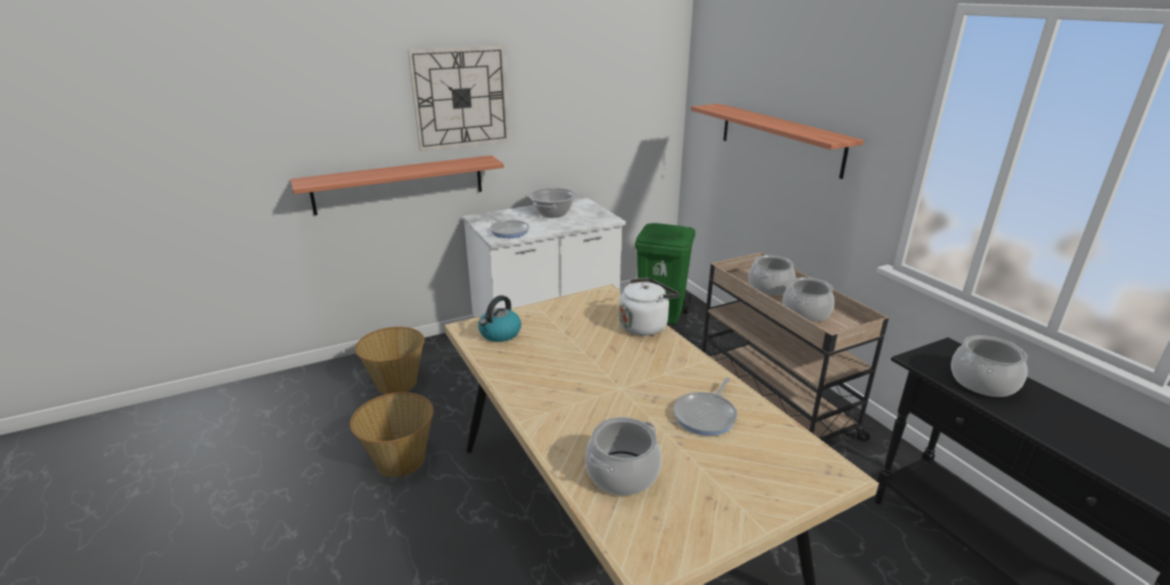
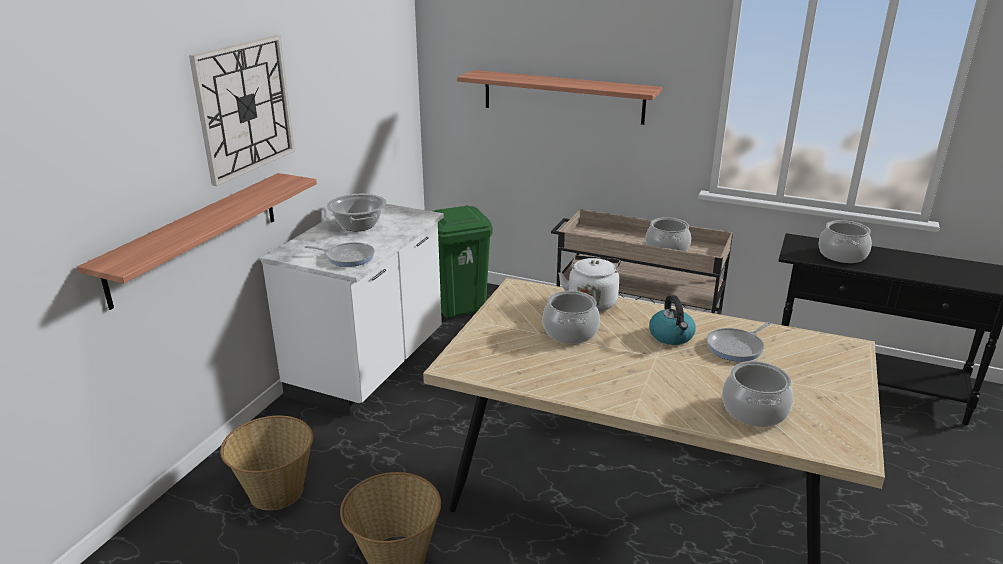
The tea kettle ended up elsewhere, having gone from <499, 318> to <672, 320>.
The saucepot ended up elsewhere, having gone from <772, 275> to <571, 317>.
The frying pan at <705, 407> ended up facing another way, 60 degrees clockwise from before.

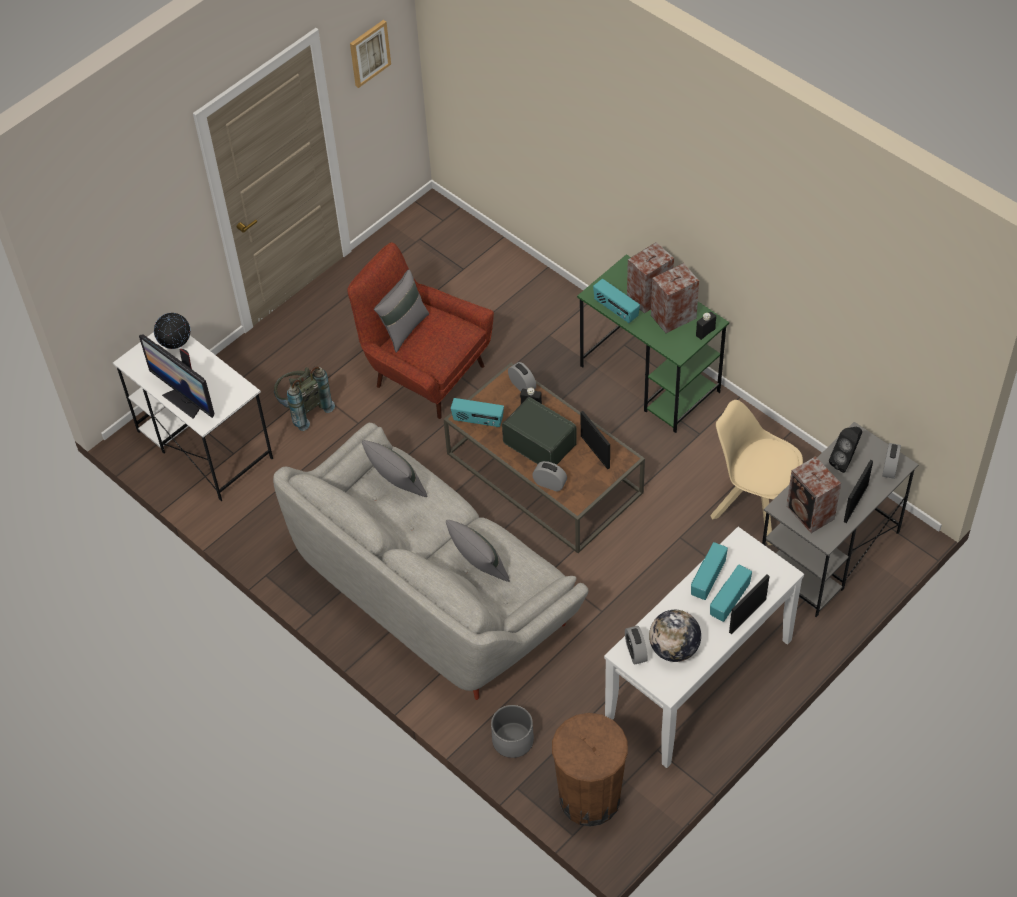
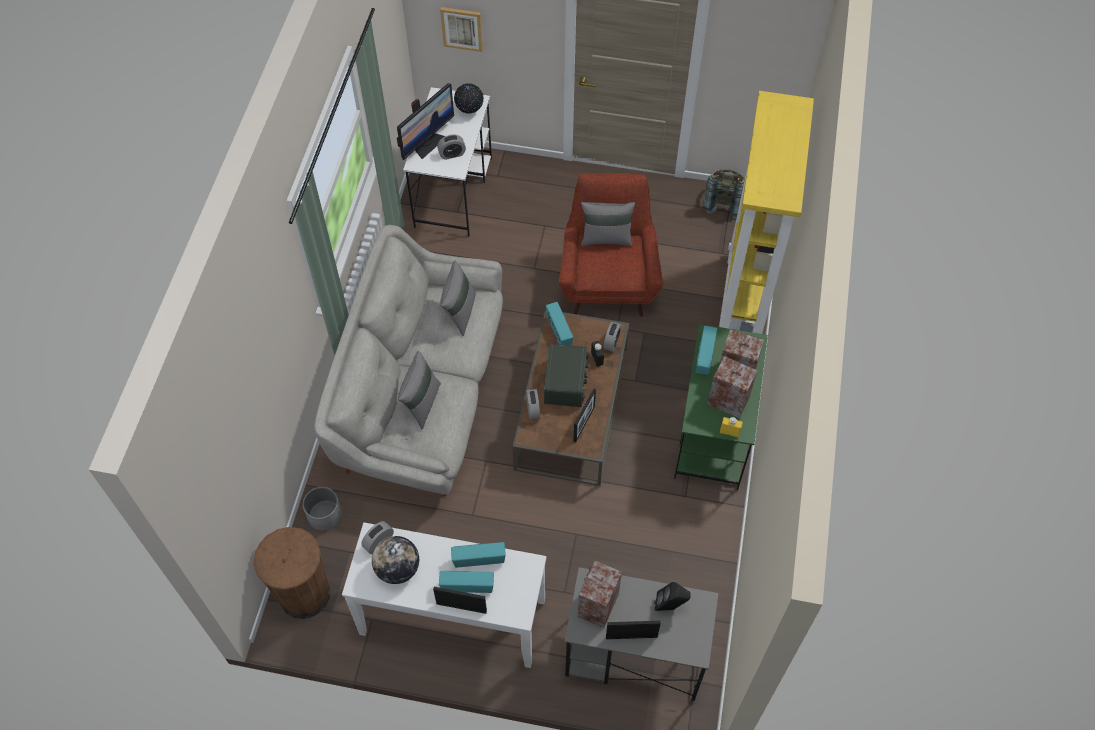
The second view lost the plain chair in beige at <756, 472>.
The second view gained the shelving unit in yellowish at <766, 212>.
The backpack in gray ended up elsewhere, having gone from <304, 398> to <724, 194>.
The picture ended up elsewhere, having gone from <370, 54> to <461, 29>.
The bedside clock ended up elsewhere, having gone from <891, 461> to <451, 147>.
What was the drink bottle in black at <706, 326> turned into the drink bottle in yellowish at <731, 427>.
The computer screen at <176, 376> ended up facing another way, 150 degrees counterclockwise from before.

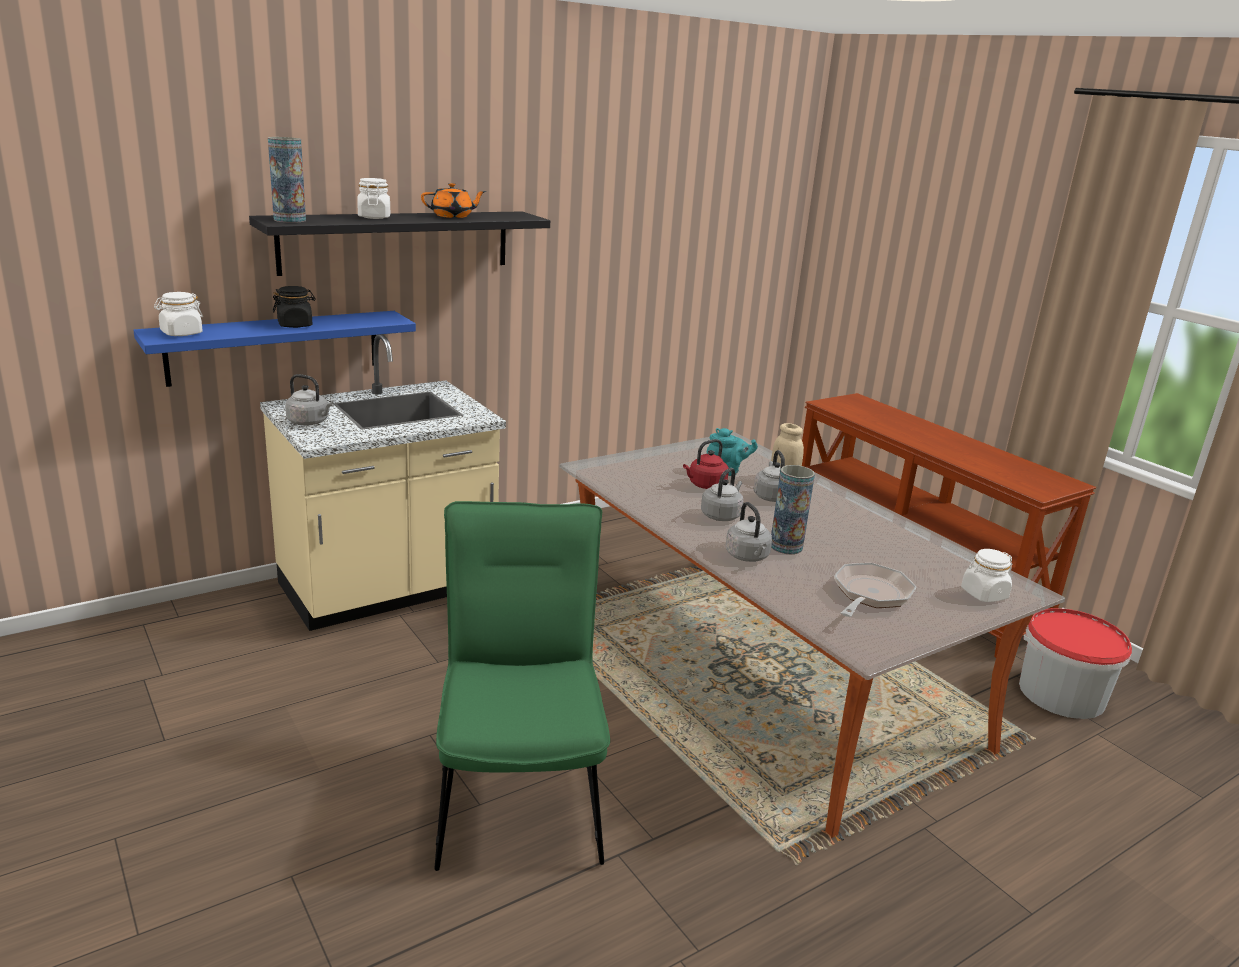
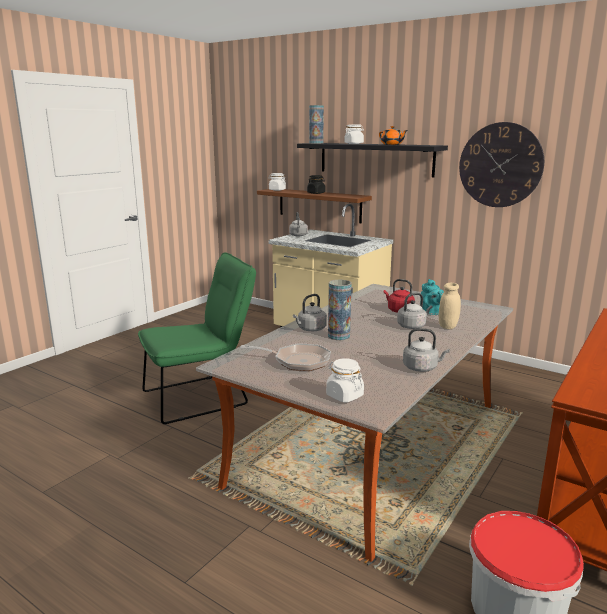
The second view gained the hanging clock at <501, 164>.
The tea kettle in gray ended up elsewhere, having gone from <722, 494> to <426, 350>.
What was the shelf in blue at <274, 349> turned into the shelf in brown at <314, 206>.

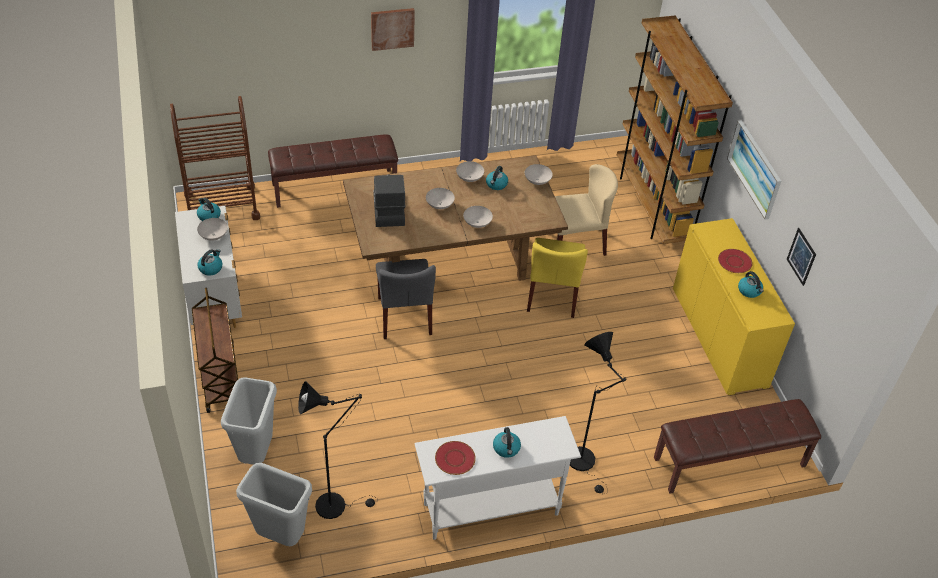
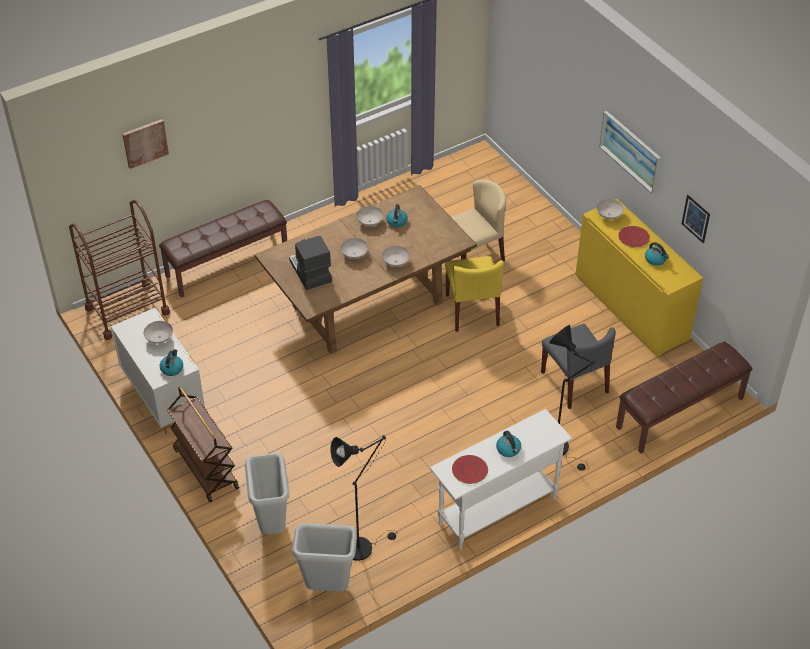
The second view lost the tea kettle at <209, 209>.
The second view lost the shelving unit in brown at <675, 130>.
The picture ended up elsewhere, having gone from <393, 29> to <146, 144>.
The plain chair in gray ended up elsewhere, having gone from <406, 299> to <578, 366>.
The serving bowl in whitish ended up elsewhere, having gone from <539, 174> to <610, 209>.

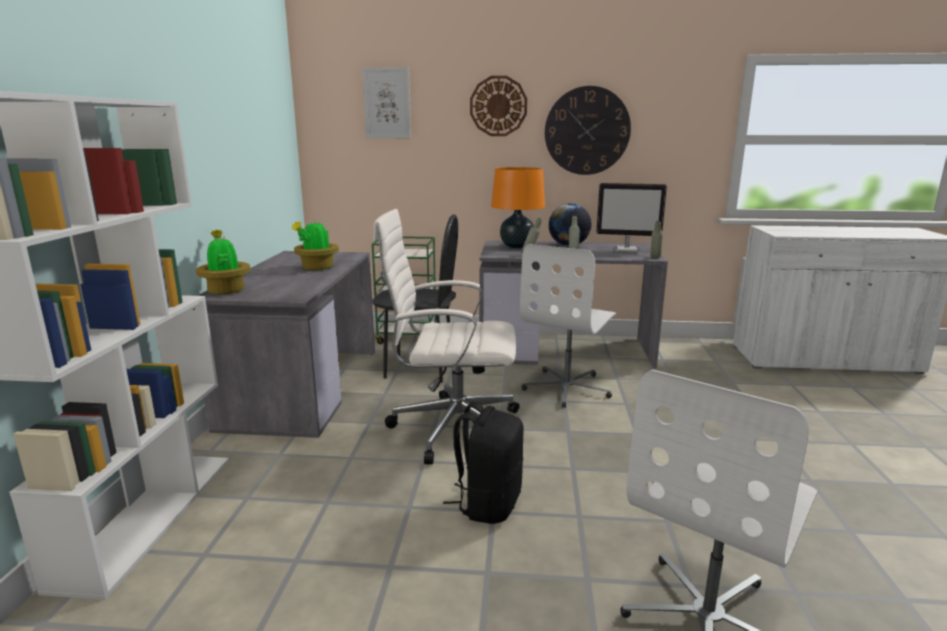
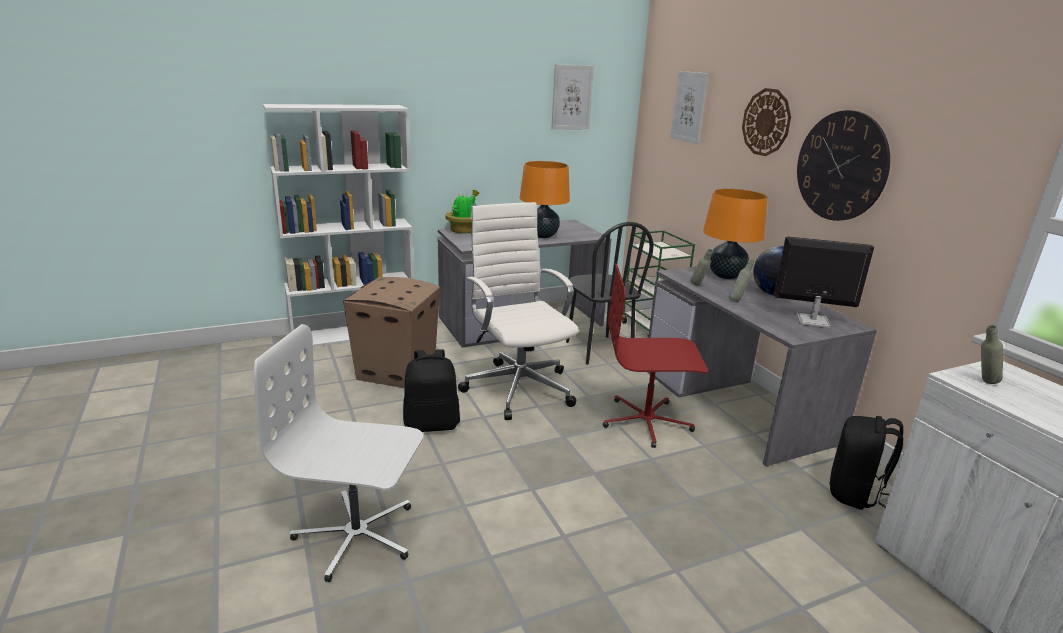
The second view gained the cardboard box at <391, 332>.
The second view gained the picture at <573, 97>.
The second view gained the backpack in black at <866, 463>.
The drink bottle in gray ended up elsewhere, having gone from <657, 239> to <992, 354>.
Where the potted plant stood at <315, 245>, the table lamp in orange-coloured came to stand at <545, 199>.
What was the computer chair in whitish at <568, 326> turned into the computer chair in reddish at <655, 356>.
The computer screen at <631, 217> ended up facing another way, 120 degrees clockwise from before.

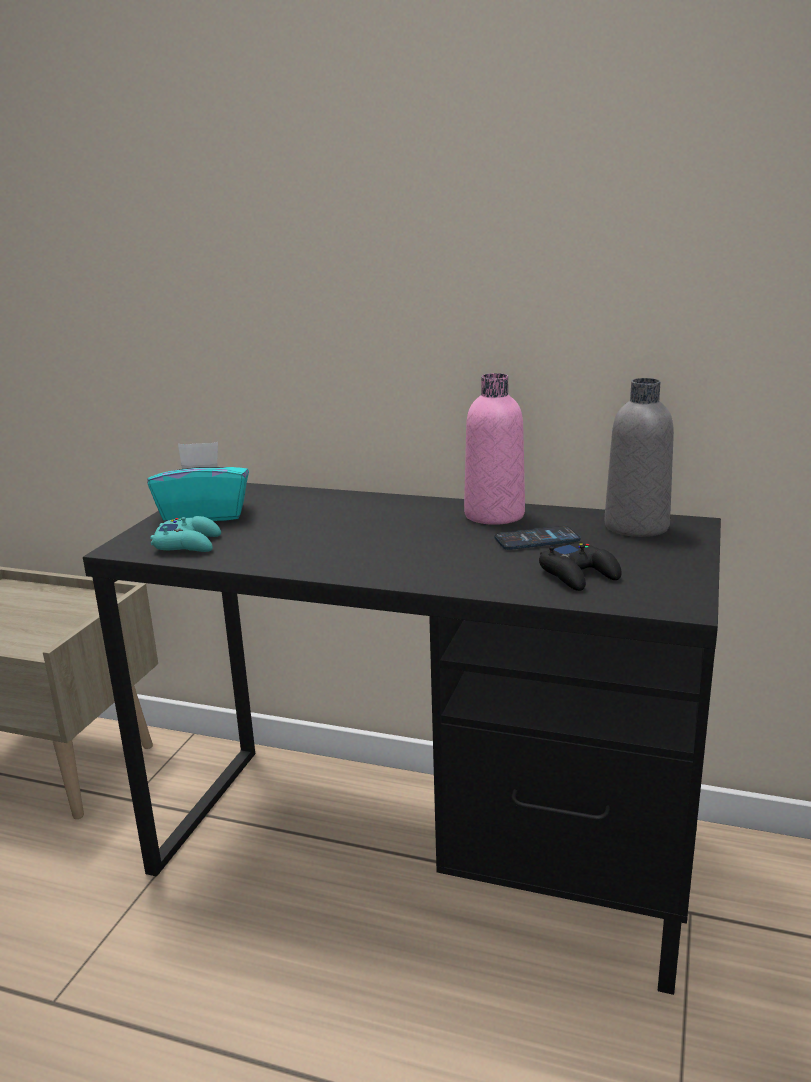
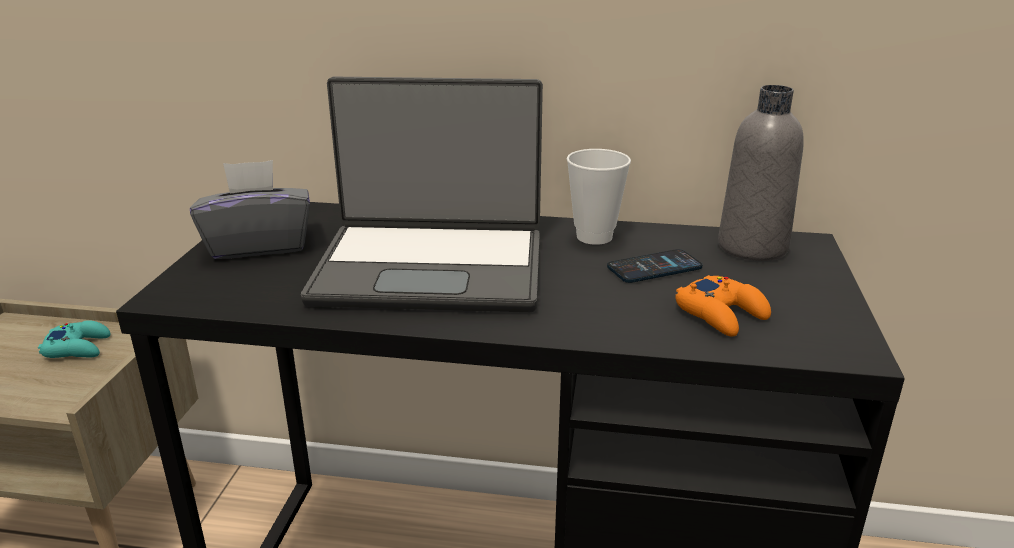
The second view gained the laptop at <422, 194>.
The gamepad in turquoise-coloured ended up elsewhere, having gone from <185, 534> to <74, 339>.
Where the drink bottle in pinkish stood at <494, 449>, the cup came to stand at <599, 197>.
What was the tissue holder in turquoise-coloured at <198, 482> turned into the tissue holder in gray at <250, 209>.
What was the gamepad in black at <580, 567> turned into the gamepad in orange-coloured at <723, 306>.

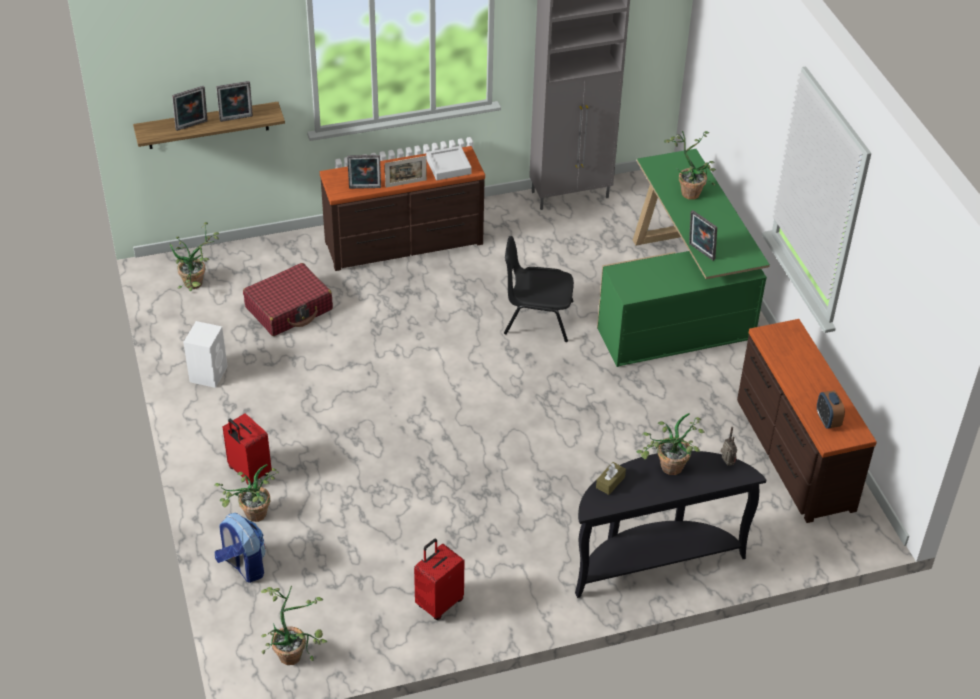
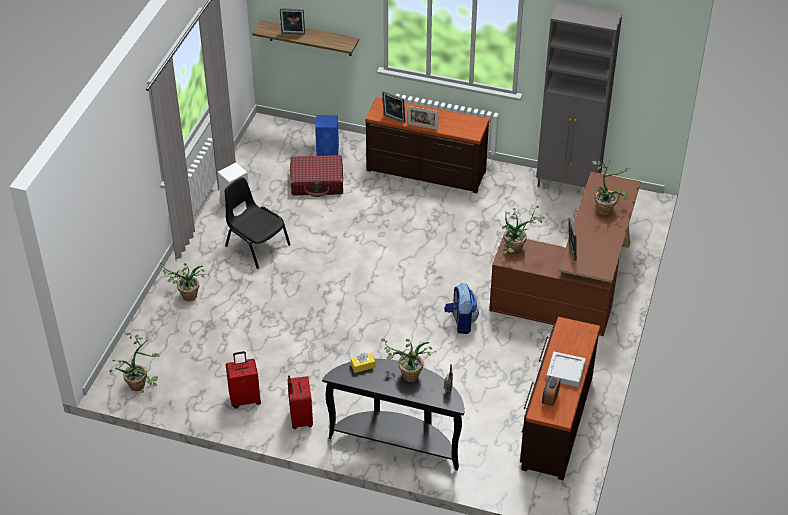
The second view lost the standing frame at <234, 101>.
The second view gained the loudspeaker in blue at <327, 135>.
The potted plant ended up elsewhere, having gone from <194, 256> to <521, 230>.
The backpack ended up elsewhere, having gone from <240, 548> to <461, 308>.
The suitcase in reddish ended up elsewhere, having gone from <247, 449> to <300, 402>.
The serving tray in gray ended up elsewhere, having gone from <449, 163> to <566, 369>.
The plain chair in black ended up elsewhere, having gone from <539, 289> to <258, 223>.
What was the tissue holder in brown at <611, 478> turned into the tissue holder in yellowish at <363, 363>.
What was the desk unit in green at <683, 258> turned into the desk unit in brown at <565, 254>.

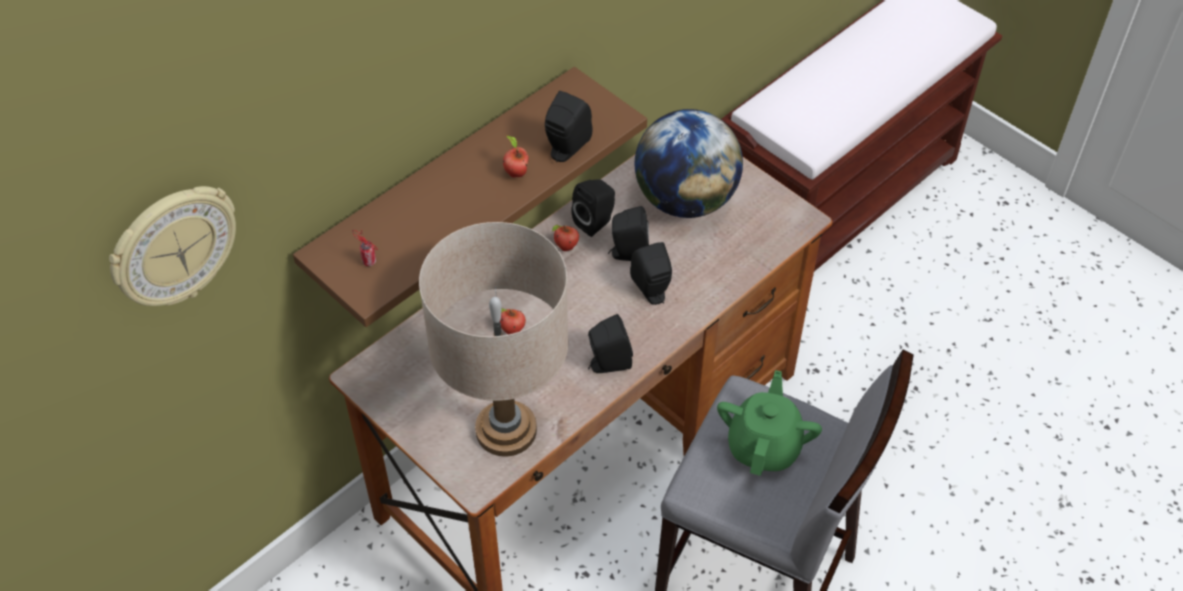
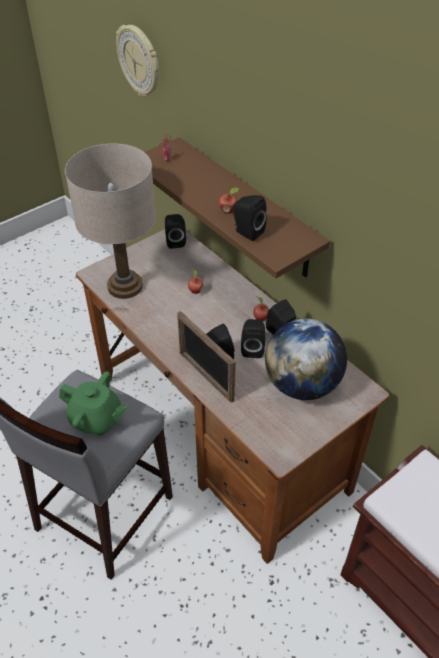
The second view gained the standing frame at <206, 357>.
The loudspeaker in black ended up elsewhere, having gone from <610, 343> to <175, 231>.

